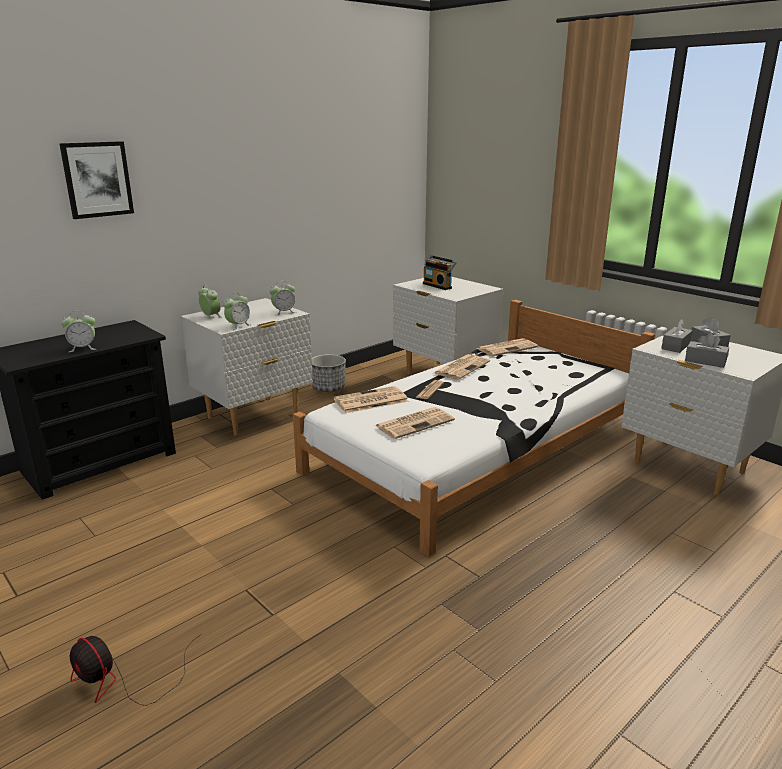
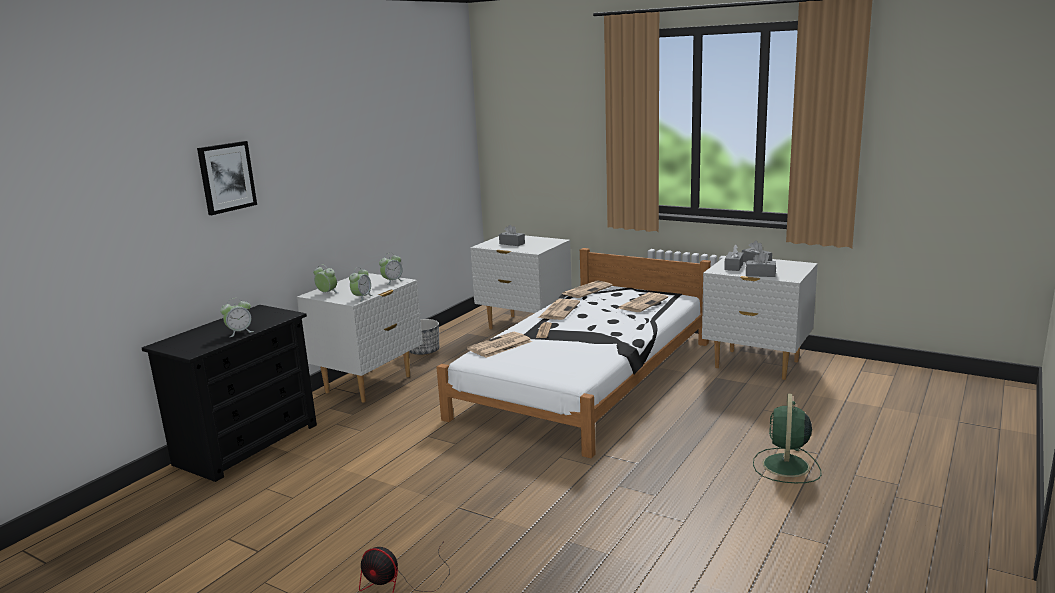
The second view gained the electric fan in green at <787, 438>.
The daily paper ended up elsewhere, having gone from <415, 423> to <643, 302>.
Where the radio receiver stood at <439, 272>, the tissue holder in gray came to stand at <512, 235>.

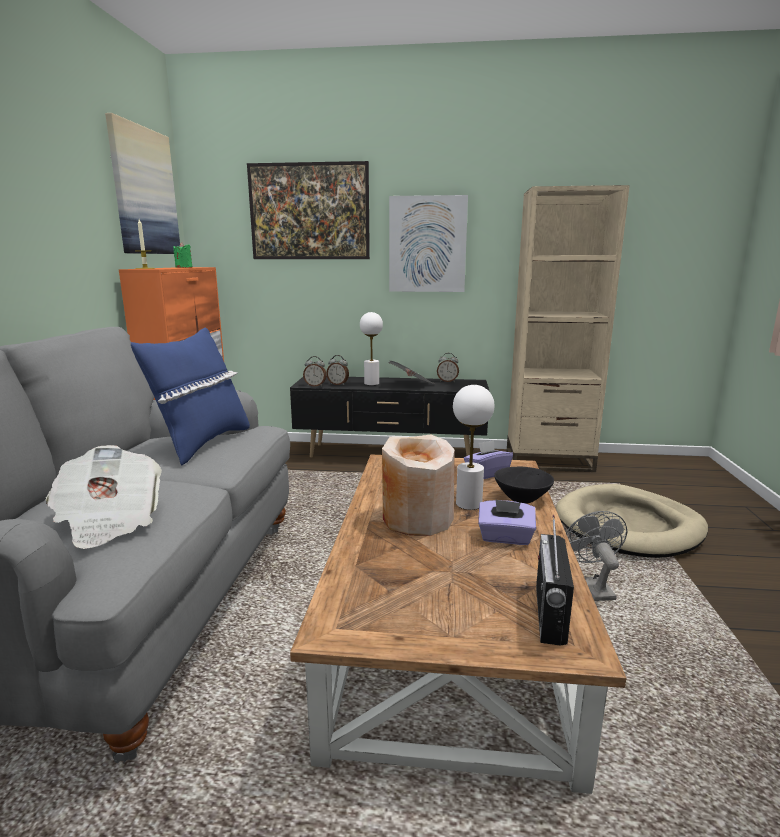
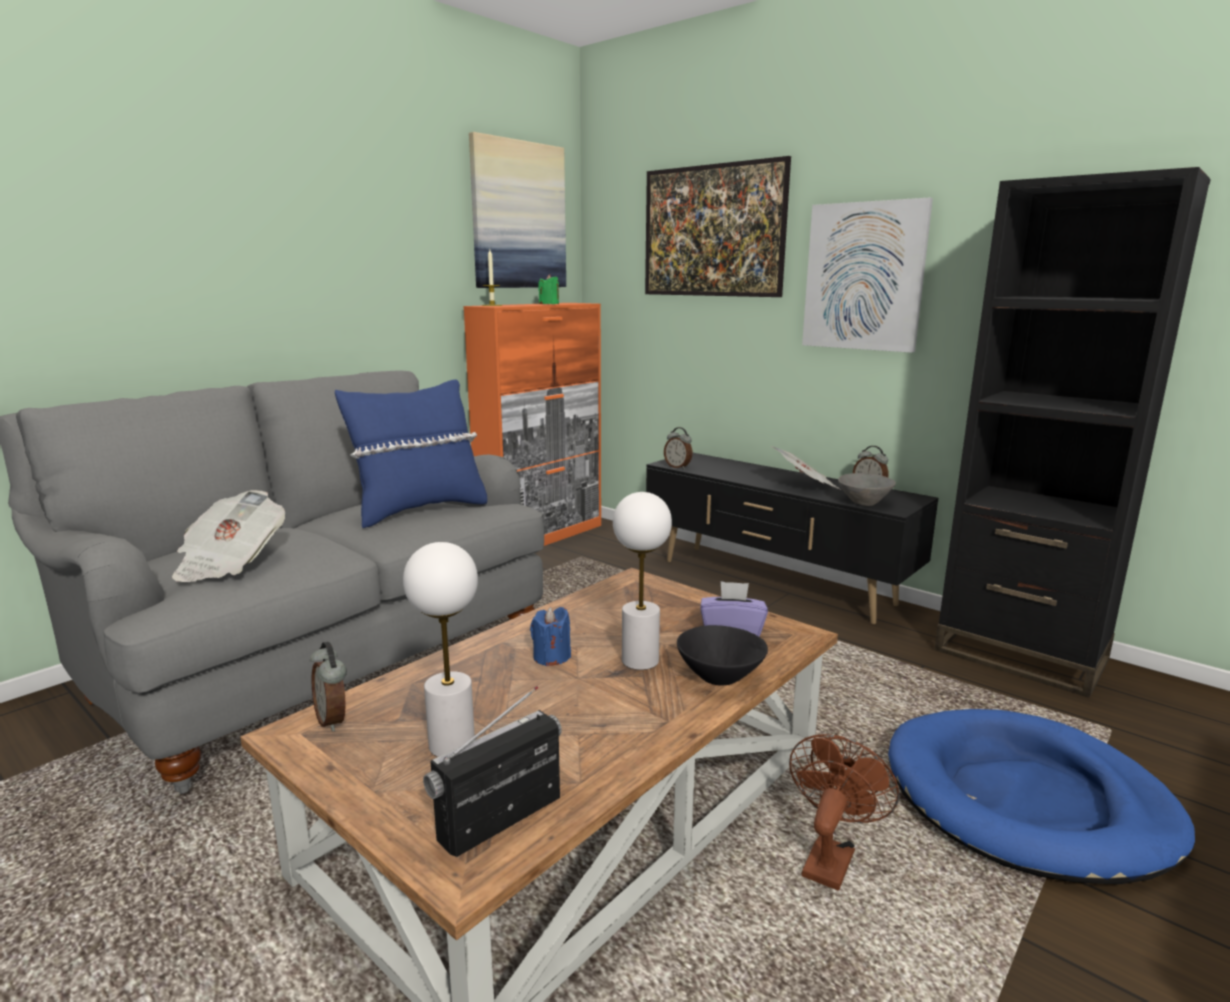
The second view lost the tissue holder in purple-coloured at <507, 522>.
The second view gained the serving bowl in gray at <867, 489>.
The bedside clock ended up elsewhere, having gone from <337, 370> to <328, 687>.
The table lamp in whitish ended up elsewhere, having gone from <371, 348> to <440, 649>.
Where the vase in beige stood at <418, 485>, the wax candle in blue came to stand at <550, 636>.
What was the shelving unit in beige at <568, 328> turned into the shelving unit in black at <1072, 432>.
What was the pet bed in beige at <632, 521> turned into the pet bed in blue at <1041, 796>.
What was the electric fan in gray at <597, 556> turned into the electric fan in brown at <844, 812>.

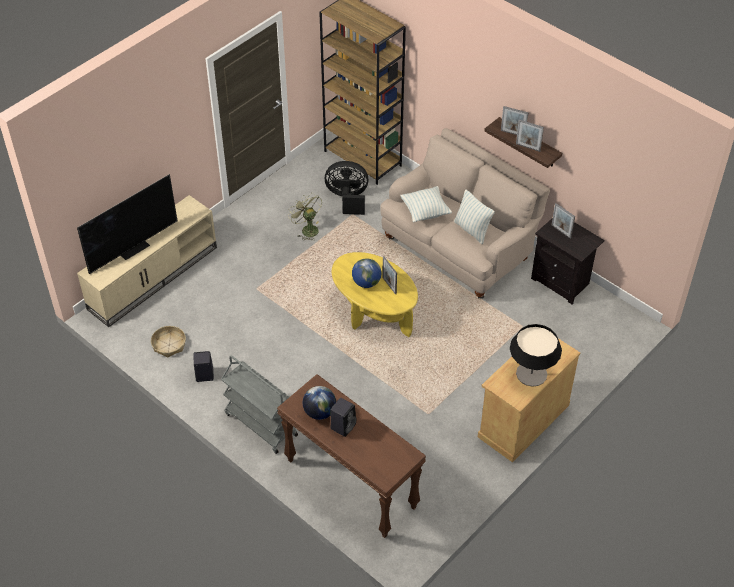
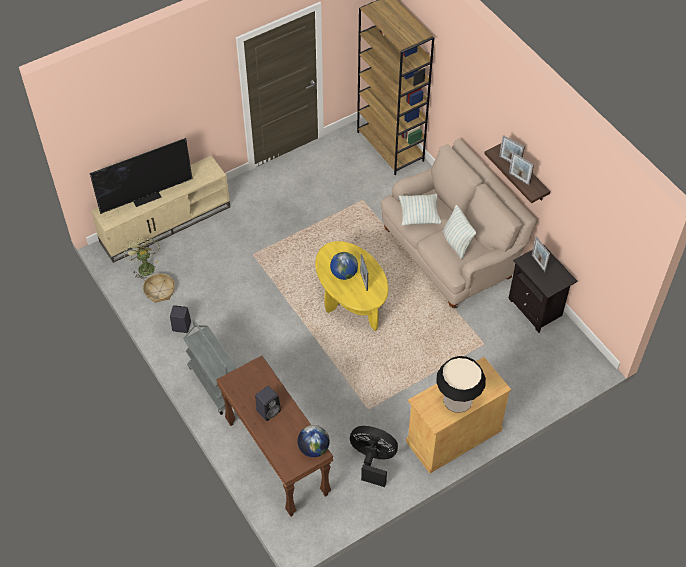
The electric fan in green ended up elsewhere, having gone from <305, 216> to <141, 258>.
The globe ended up elsewhere, having gone from <319, 403> to <313, 441>.
The electric fan in black ended up elsewhere, having gone from <347, 188> to <374, 456>.

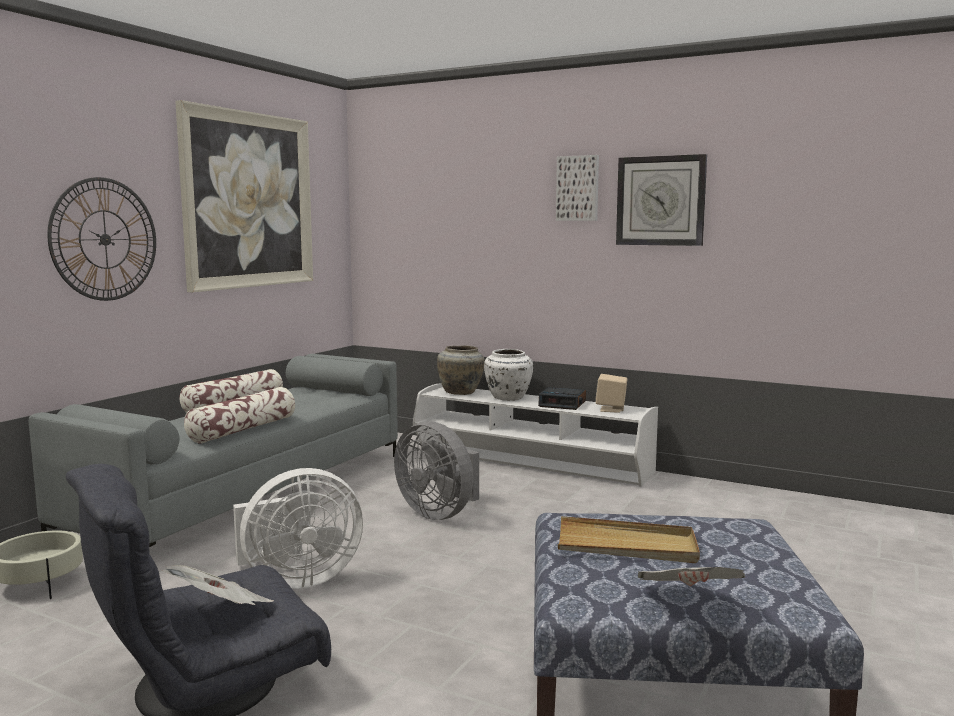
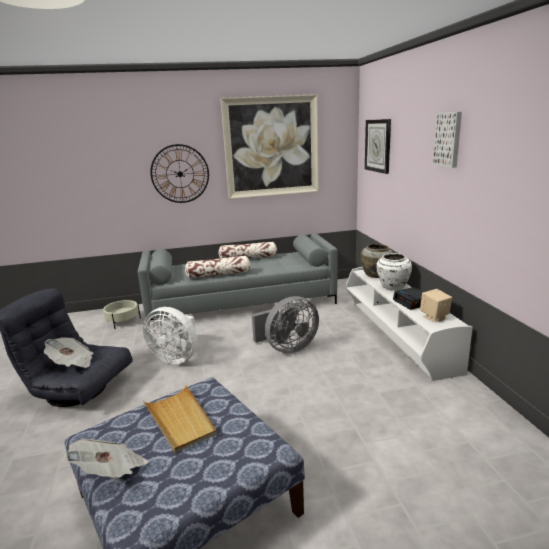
The hanging clock ended up elsewhere, having gone from <661, 200> to <378, 146>.
The electric fan in gray at <436, 470> ended up facing another way, 120 degrees counterclockwise from before.

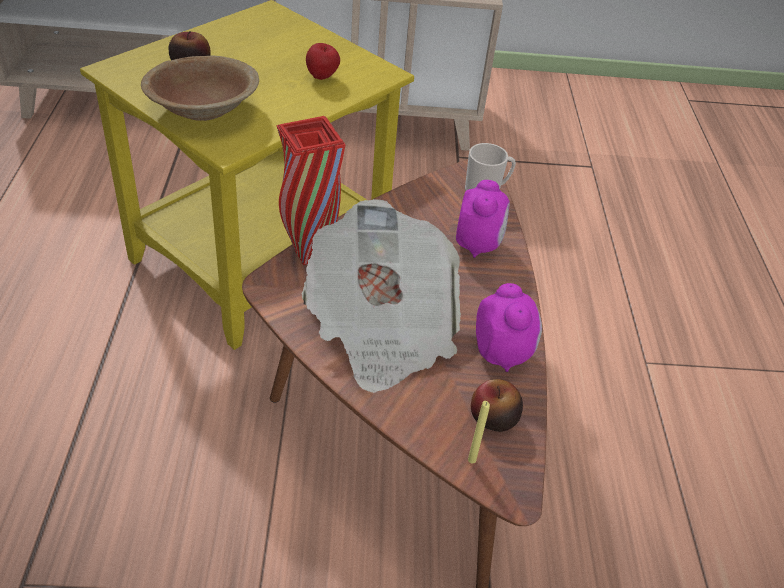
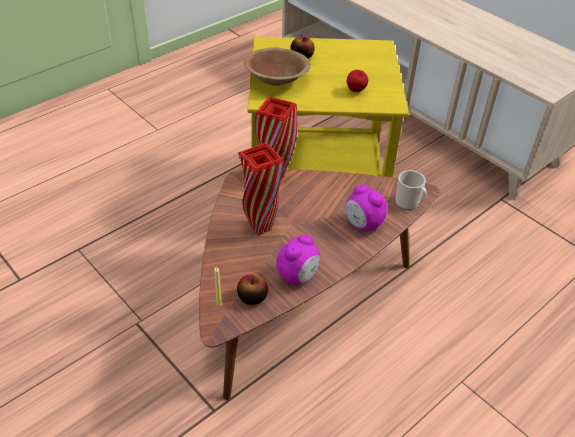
Where the daily paper stood at <381, 296>, the vase in reddish came to stand at <261, 188>.
The bedside clock at <483, 219> ended up facing another way, 75 degrees clockwise from before.

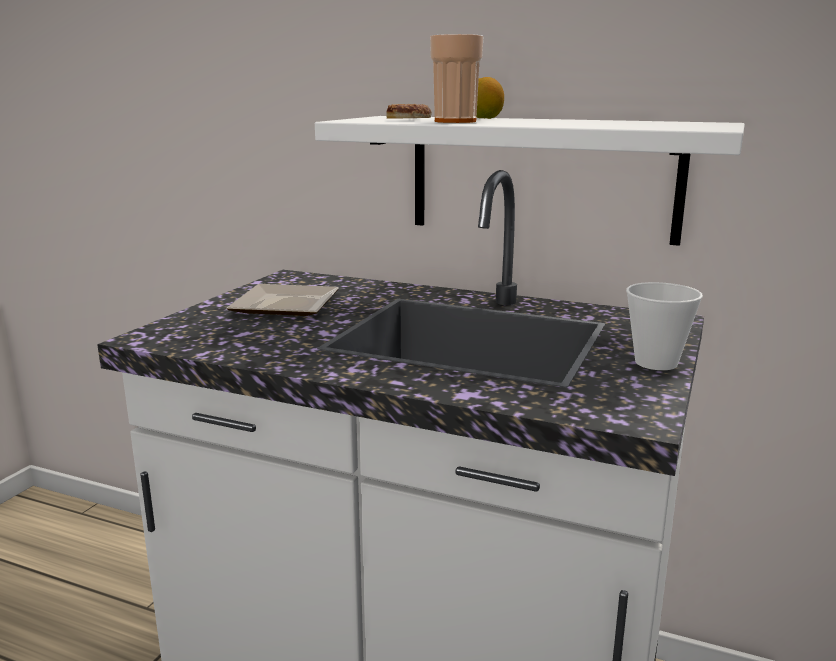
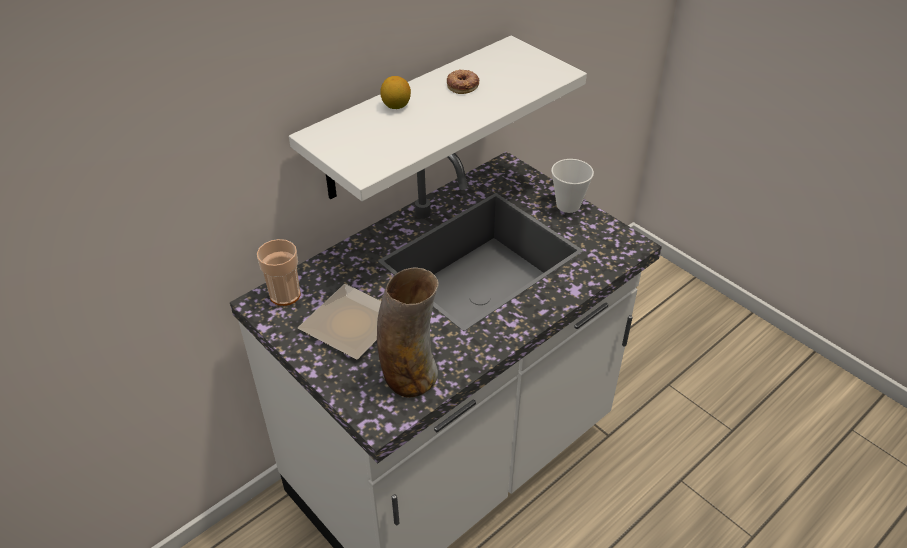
The second view gained the vase at <408, 332>.
The donut ended up elsewhere, having gone from <409, 111> to <463, 81>.
The cup ended up elsewhere, having gone from <456, 78> to <279, 272>.

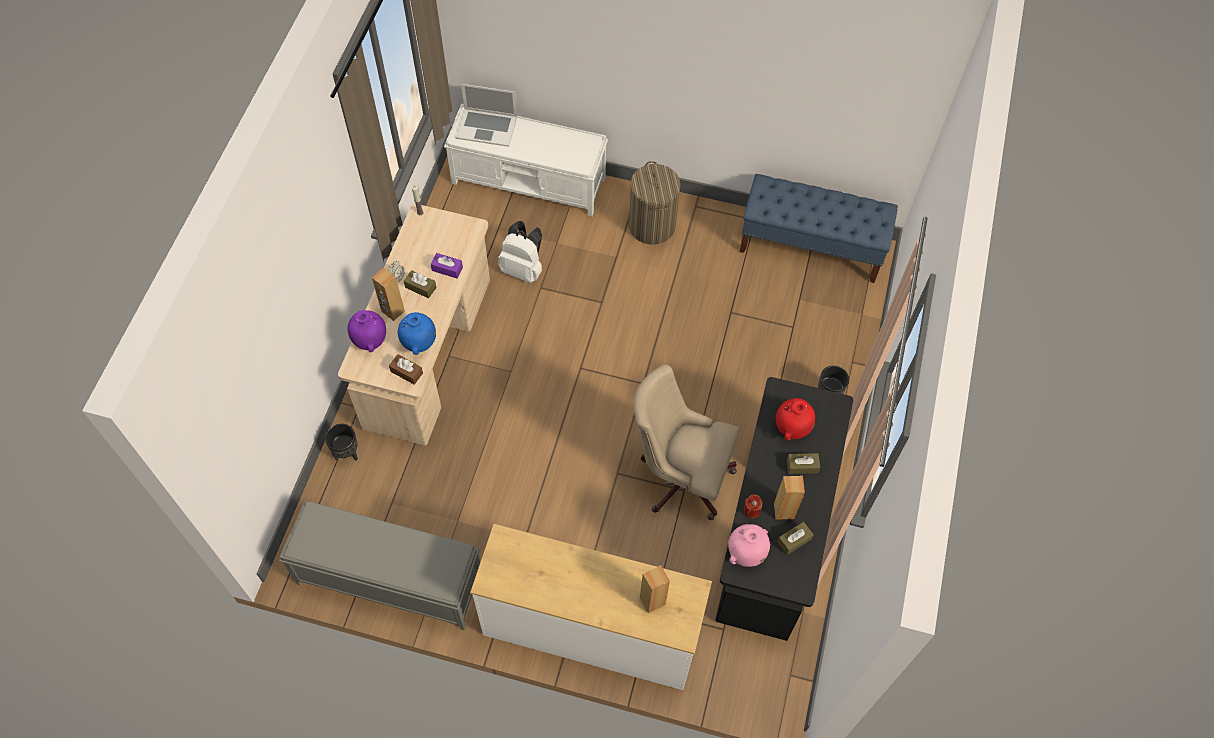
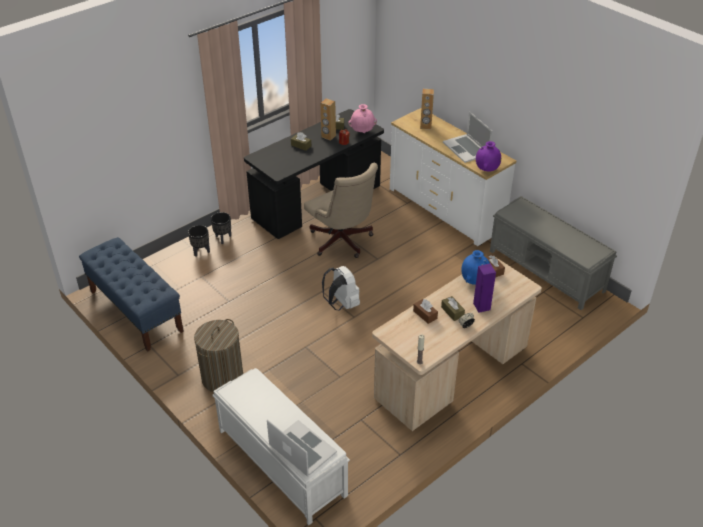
The second view lost the vase in reddish at <795, 419>.
The second view gained the laptop at <468, 137>.
The flower pot in black ended up elsewhere, having gone from <341, 442> to <199, 241>.
The vase in purple-coloured ended up elsewhere, having gone from <366, 331> to <488, 156>.
The backpack in whitish ended up elsewhere, having gone from <520, 252> to <341, 288>.
What was the loudspeaker in brown at <388, 294> turned into the loudspeaker in purple-coloured at <484, 288>.
What was the tissue holder in purple-coloured at <447, 265> turned into the tissue holder in brown at <425, 311>.

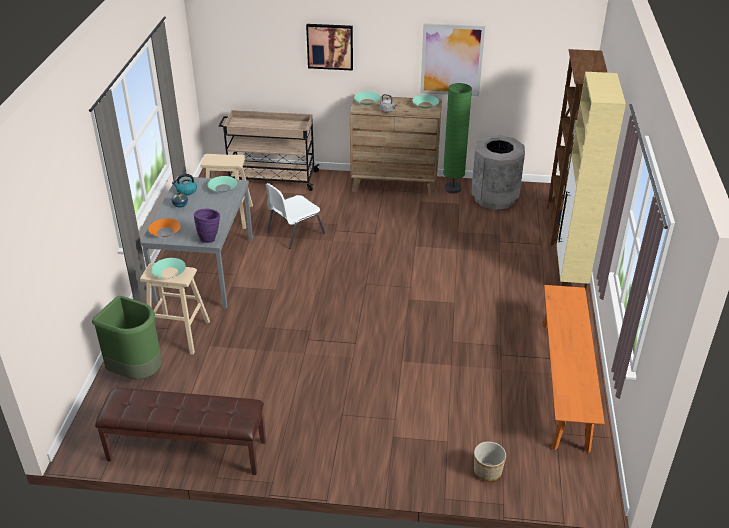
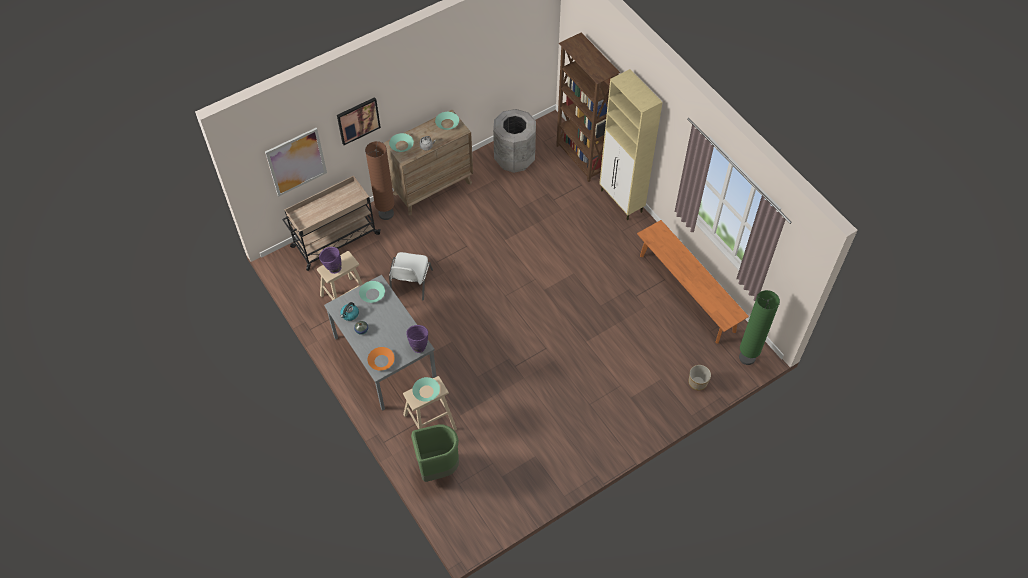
The second view lost the long seat in brown at <180, 431>.
The second view gained the vase in purple-coloured at <330, 260>.
The second view gained the floor lamp in brown at <380, 180>.
The picture ended up elsewhere, having gone from <452, 59> to <296, 162>.
The floor lamp in green ended up elsewhere, having gone from <457, 138> to <759, 327>.

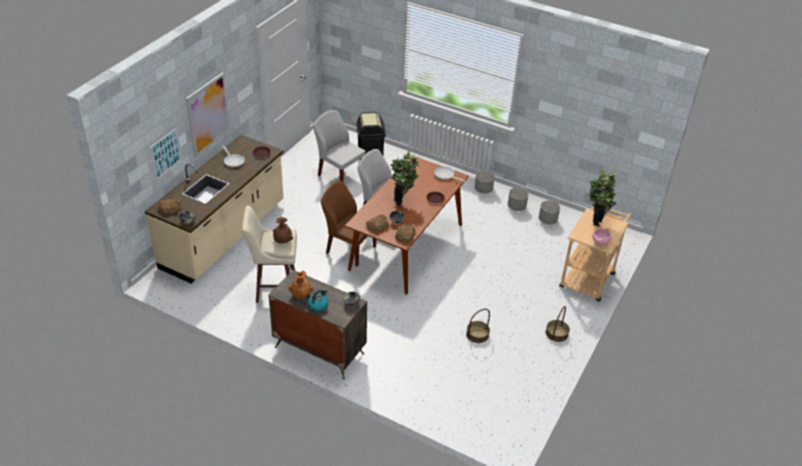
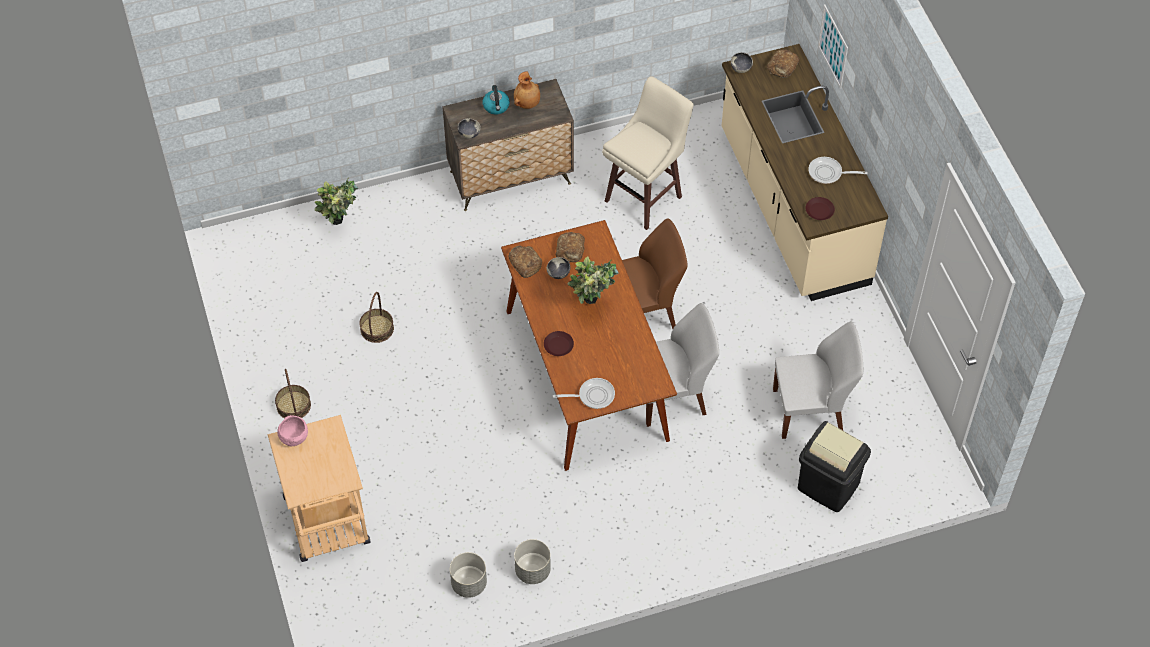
The second view lost the picture at <208, 115>.
The second view lost the vase in brown at <283, 230>.
The second view lost the flower pot in gray at <485, 182>.
The potted plant ended up elsewhere, having gone from <603, 197> to <336, 201>.

